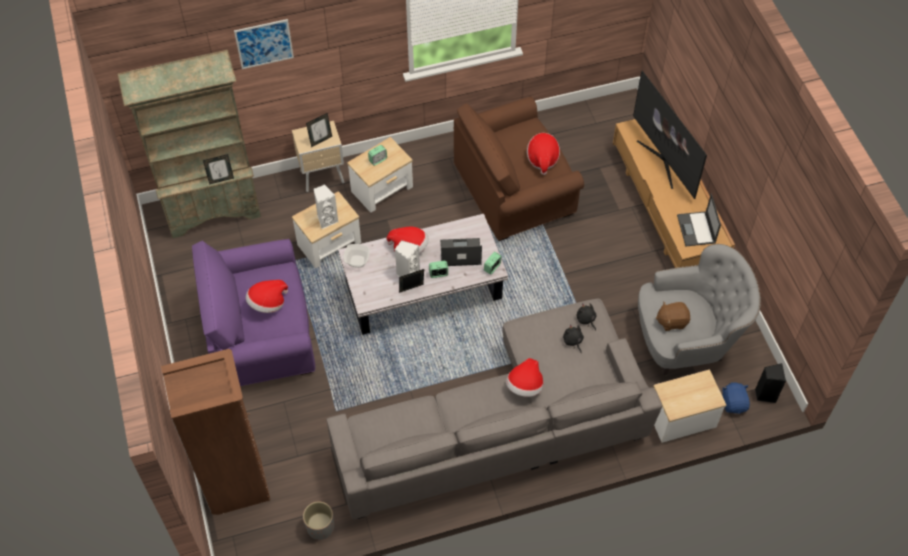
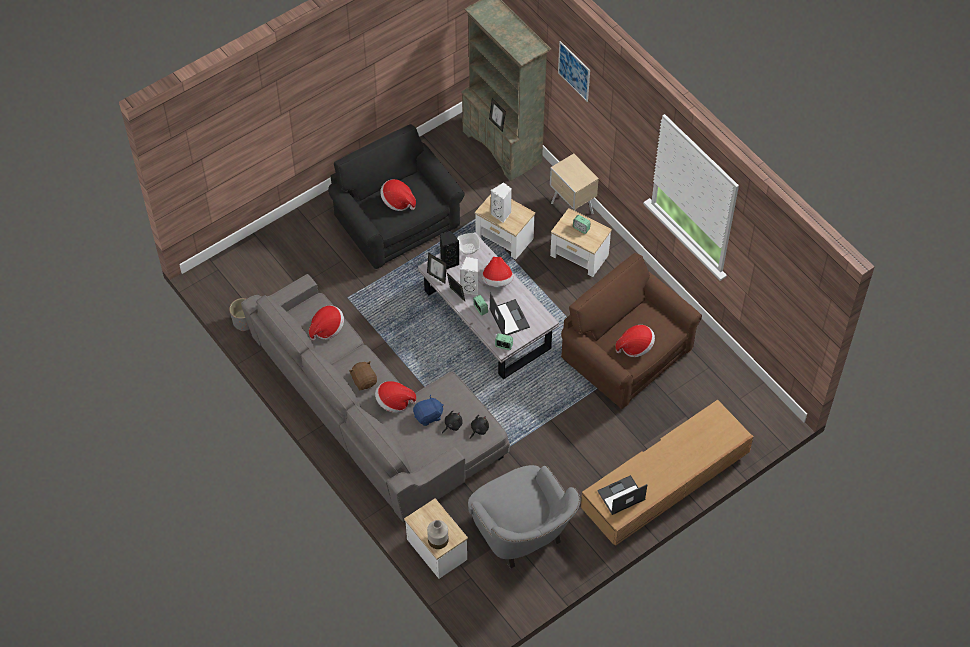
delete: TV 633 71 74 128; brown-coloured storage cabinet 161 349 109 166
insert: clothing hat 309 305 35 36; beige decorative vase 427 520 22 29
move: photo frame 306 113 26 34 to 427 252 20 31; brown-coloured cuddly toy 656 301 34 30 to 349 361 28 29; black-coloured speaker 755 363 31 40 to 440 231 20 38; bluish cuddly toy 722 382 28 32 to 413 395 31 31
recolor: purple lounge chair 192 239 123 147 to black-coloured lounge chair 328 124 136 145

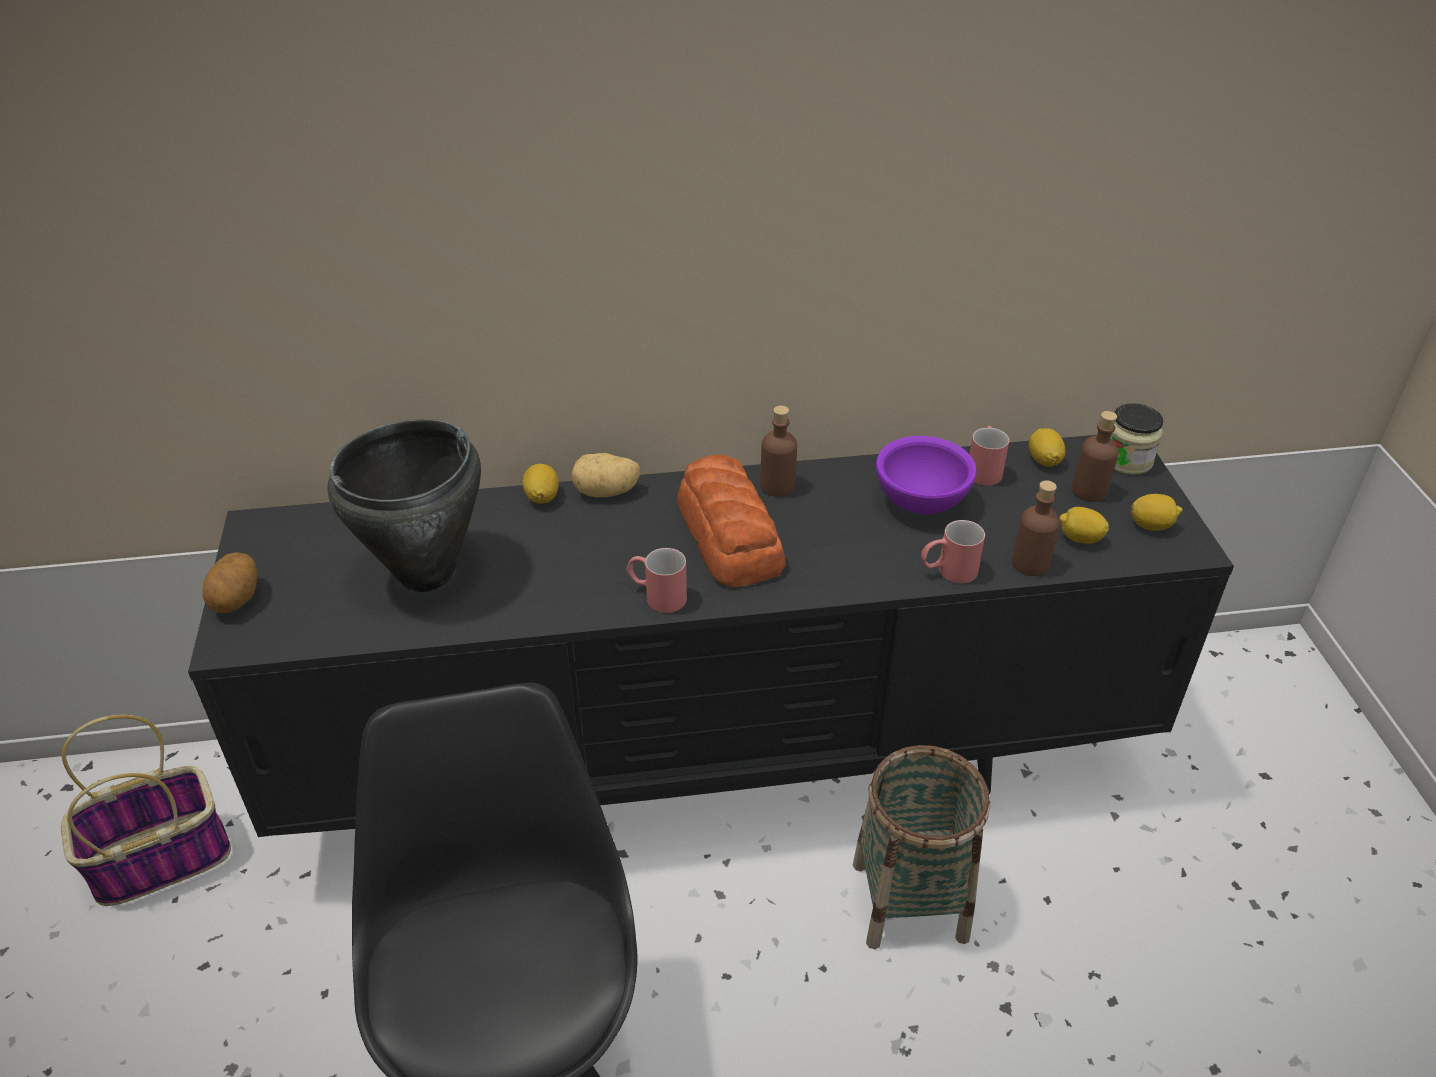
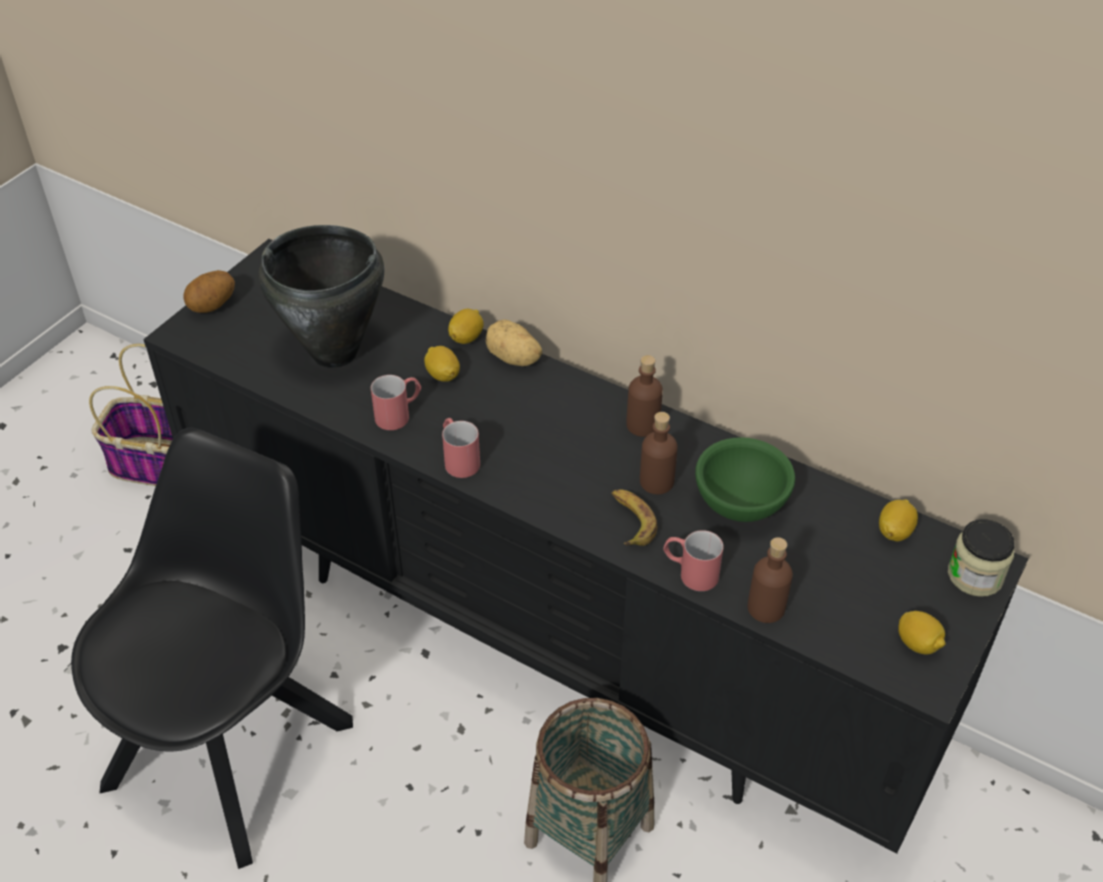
delete: bread 677 455 109 132
insert: banana fruit 611 489 46 57
move: brown-coloured beverage bottle 1072 411 47 91 to 640 412 38 82; red-coloured mug 970 426 39 60 to 371 375 50 55; lemon 1059 507 50 37 to 424 346 36 36
recolor: purple bowl 876 436 101 78 to green-coloured bowl 695 437 100 85

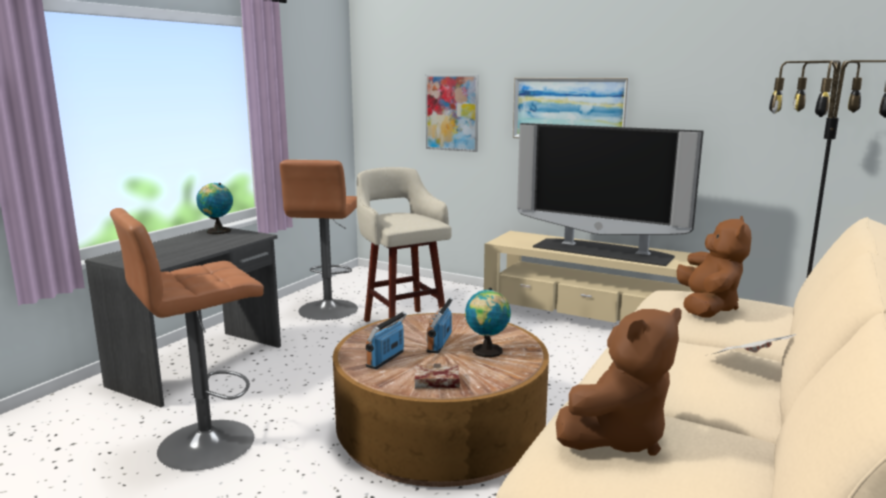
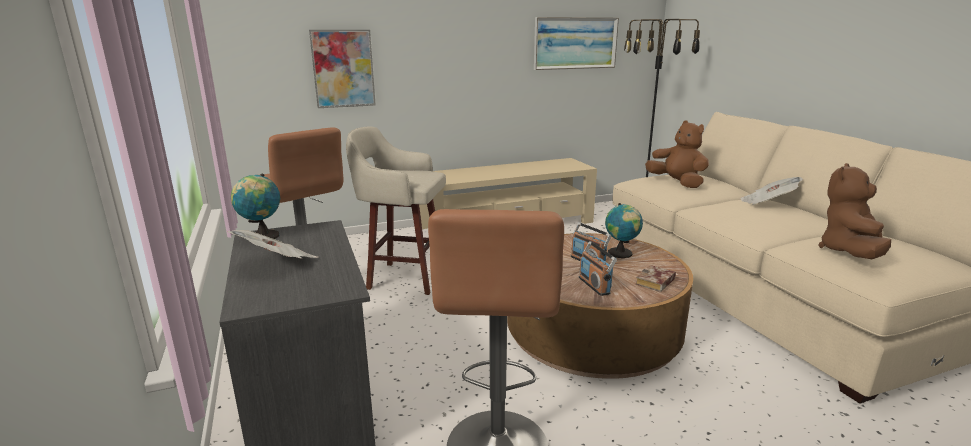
delete: TV 517 123 187 143
insert: daily paper 227 230 91 29
move: wall art 513 77 117 61 to 534 17 85 53
rotate: brown-coloured cuddly toy 556 308 126 148 = 819 163 72 96 150 degrees counterclockwise

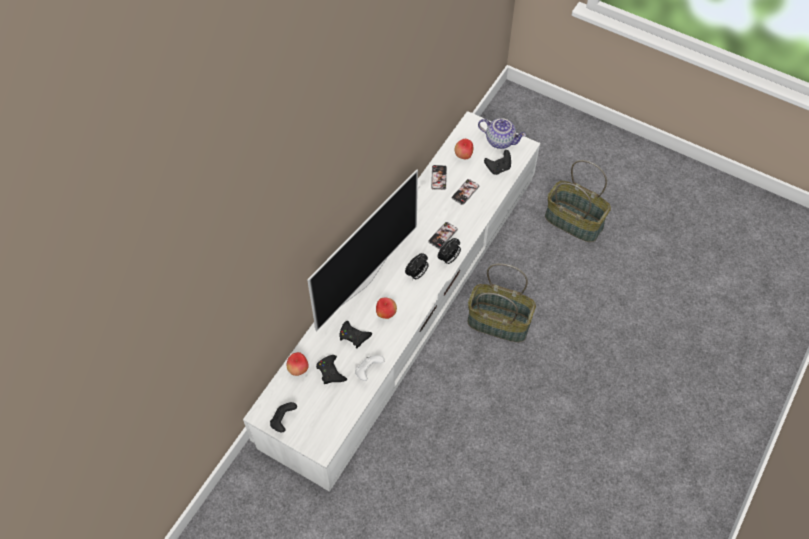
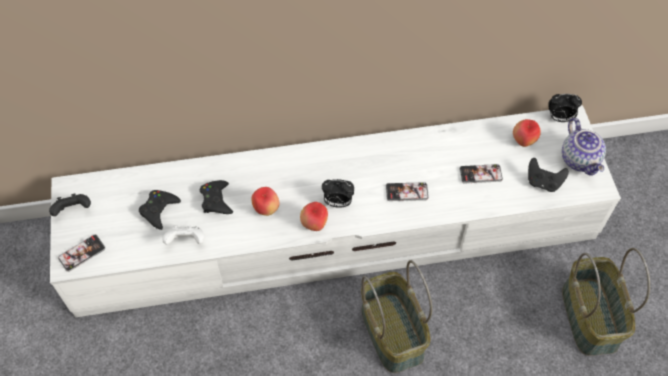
delete: TV 307 169 111 162
move: phone 431 165 16 25 to 58 235 48 37; table clock 438 238 23 27 to 548 94 34 28; apple 287 352 22 24 to 300 202 28 29

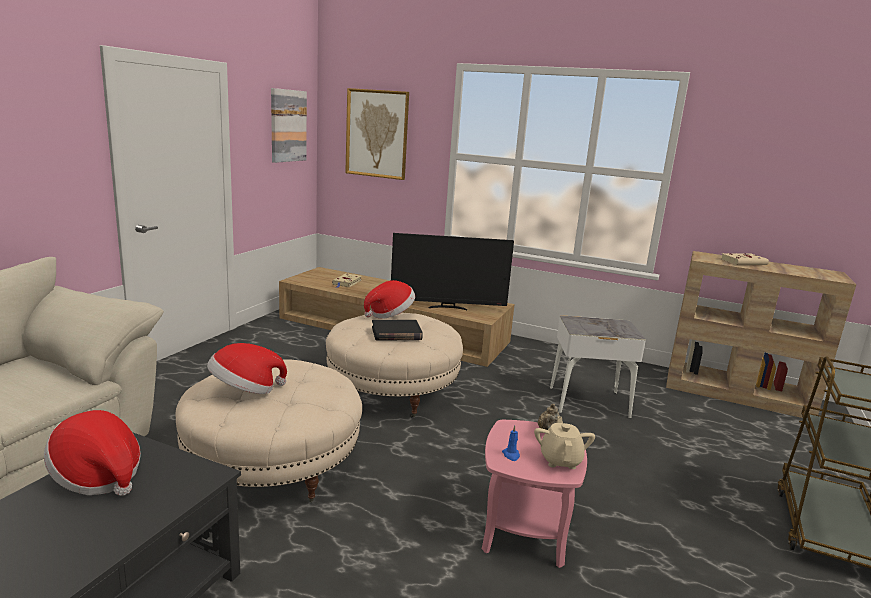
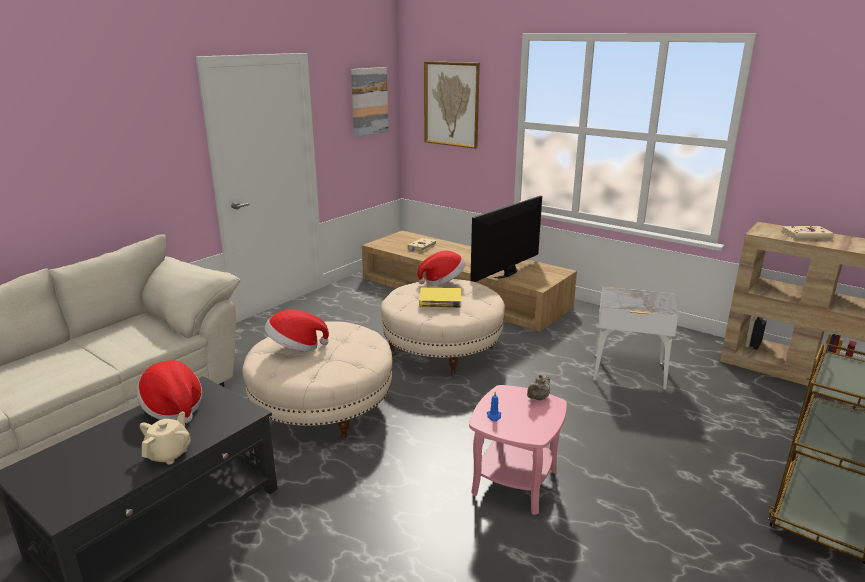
move: beige pot for tea 534 416 61 53 to 140 412 50 52
recolor: black-coloured volume 372 320 51 21 to yellow-coloured volume 419 288 42 20
rotate: TV 391 233 123 77 = 470 196 72 86 120 degrees clockwise

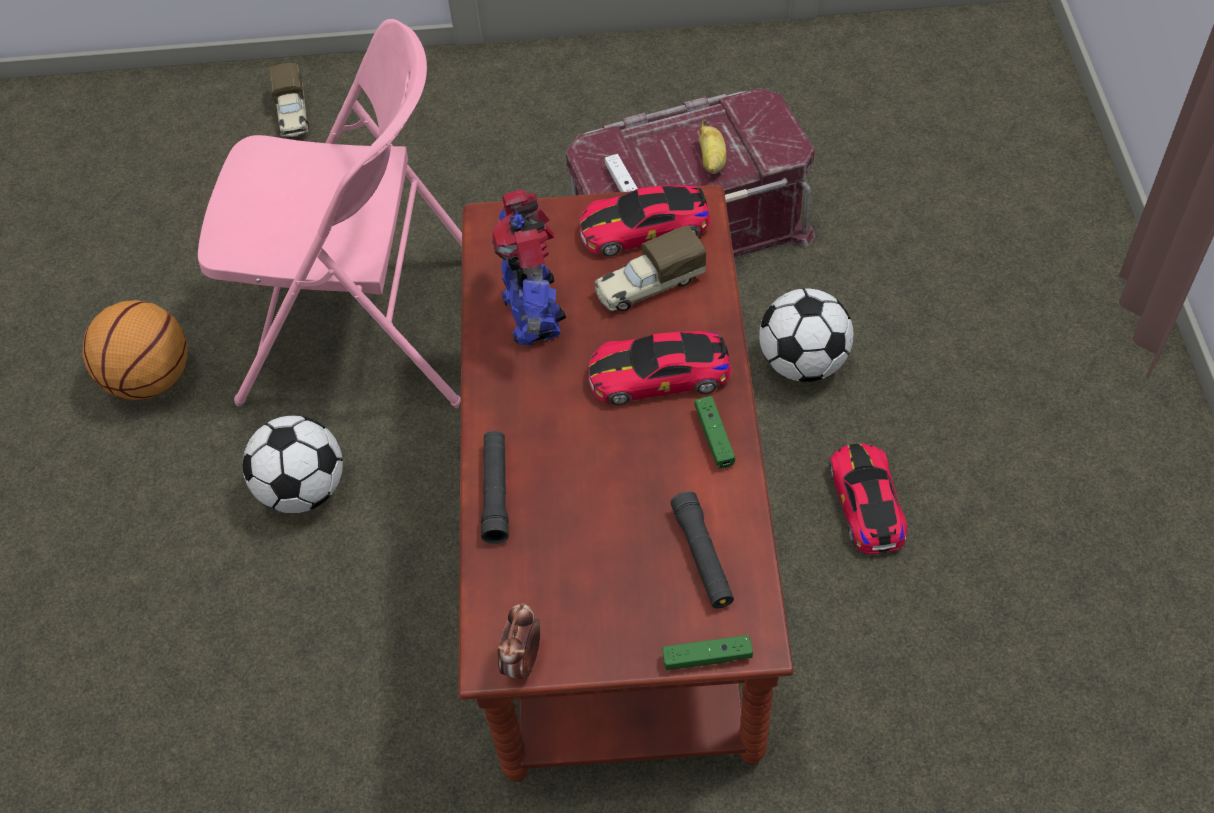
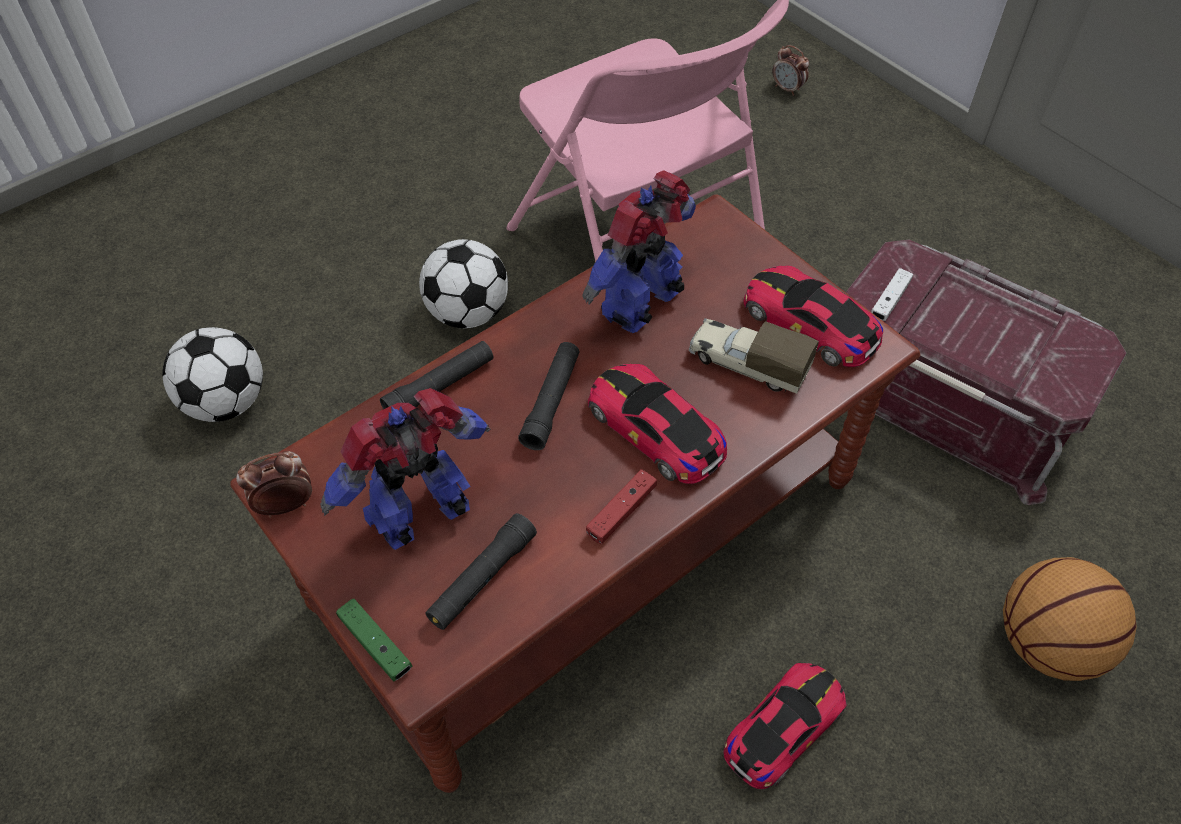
delete: banana fruit 699 120 27 54
insert: black-coloured hand torch 518 342 62 108; toy robot 320 388 171 162
move: ball for football 759 288 95 94 to 162 327 101 95; basketball ball 82 300 105 100 to 1003 557 134 124
replace: toy lorry 269 63 40 74 to table clock 773 45 36 51
recolor: green-coloured gamepad 695 396 40 72 to red-coloured gamepad 586 469 71 75

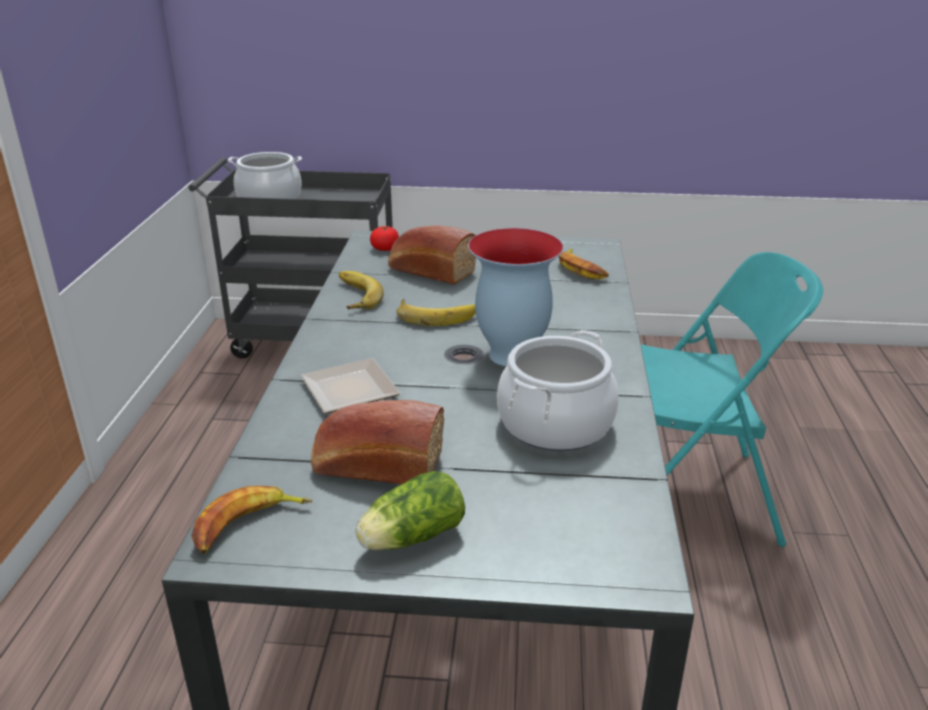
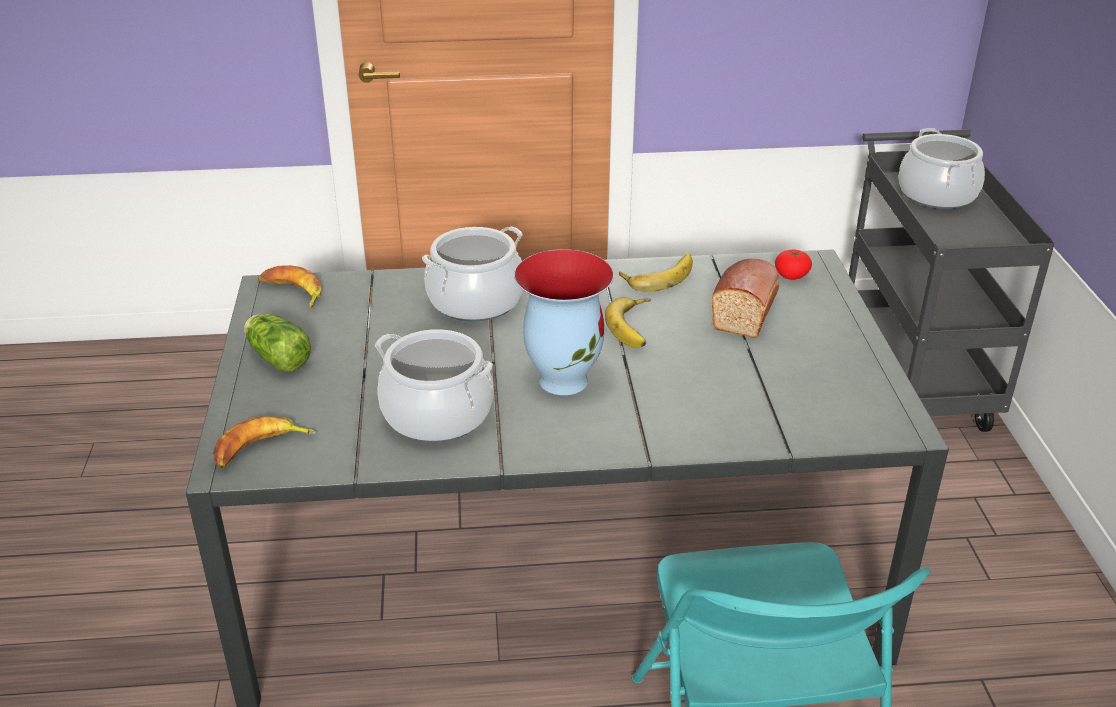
delete: bread 311 400 133 84
move: banana fruit 559 248 50 31 to 212 416 104 53
replace: plate 300 358 101 56 to stockpot 422 226 101 95

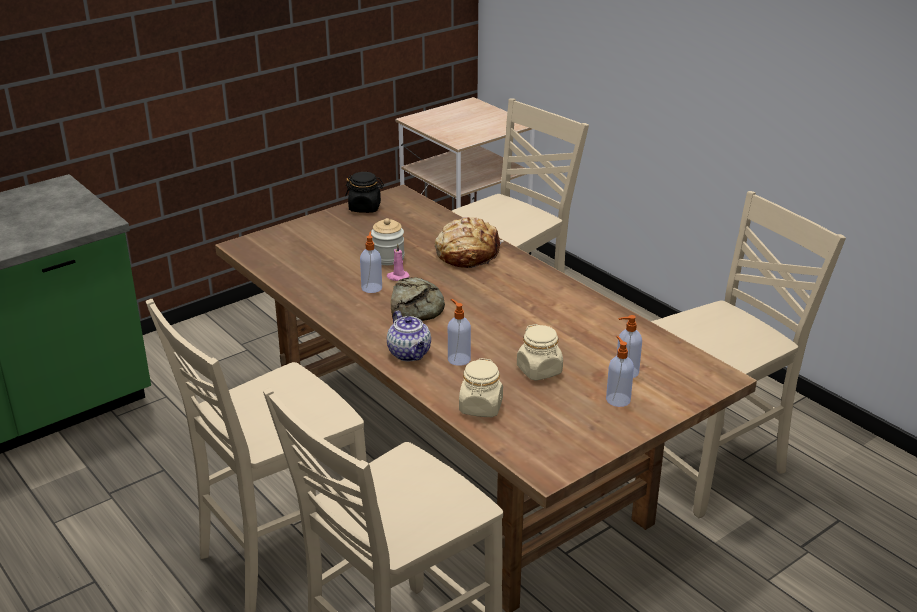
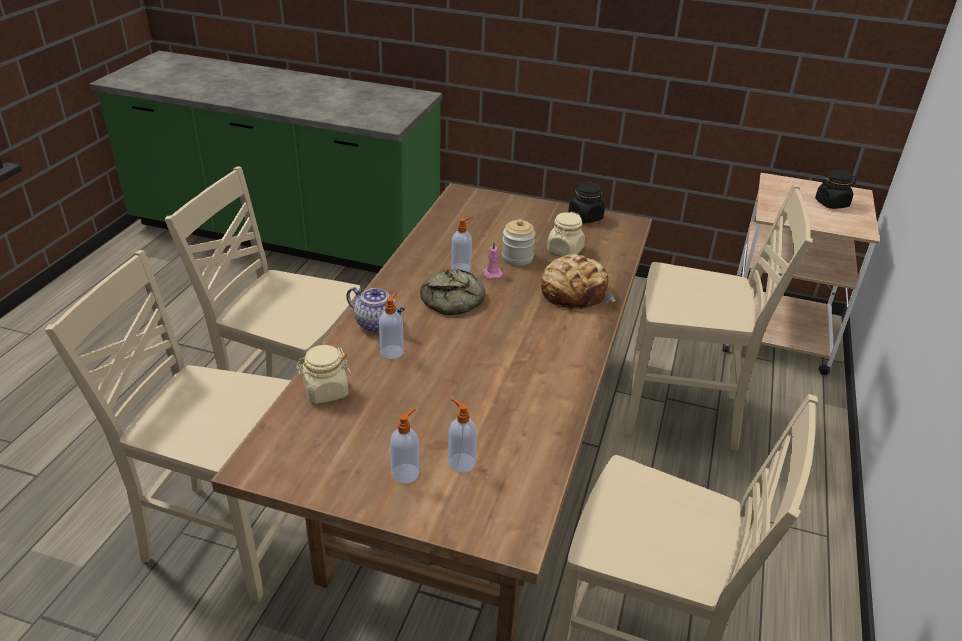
insert: black-coloured jar 815 169 41 40
move: beige jar 517 324 46 57 to 547 212 38 44
rotate: pot for tea 387 311 44 50 = 346 287 59 45 90 degrees counterclockwise

